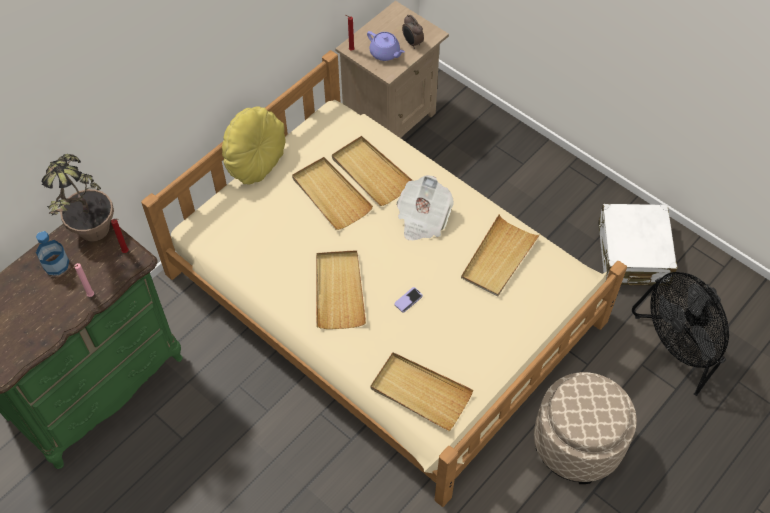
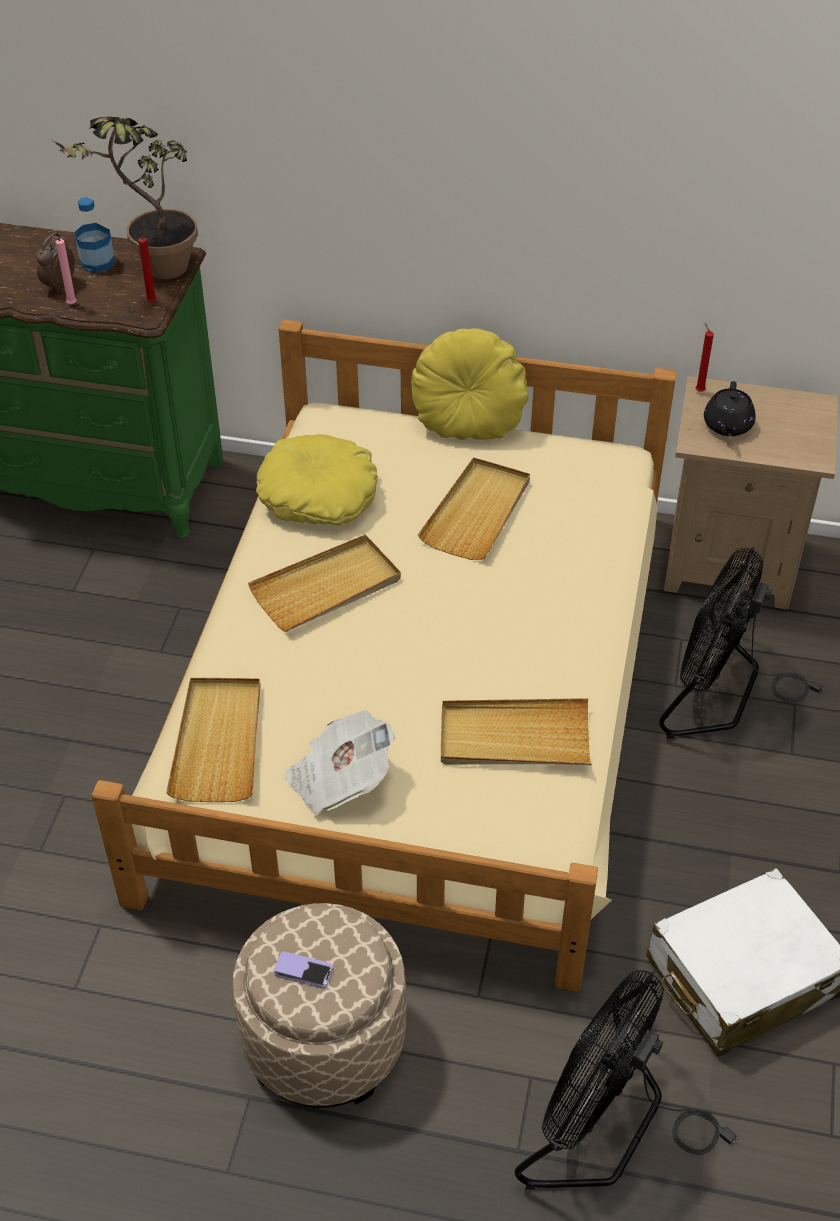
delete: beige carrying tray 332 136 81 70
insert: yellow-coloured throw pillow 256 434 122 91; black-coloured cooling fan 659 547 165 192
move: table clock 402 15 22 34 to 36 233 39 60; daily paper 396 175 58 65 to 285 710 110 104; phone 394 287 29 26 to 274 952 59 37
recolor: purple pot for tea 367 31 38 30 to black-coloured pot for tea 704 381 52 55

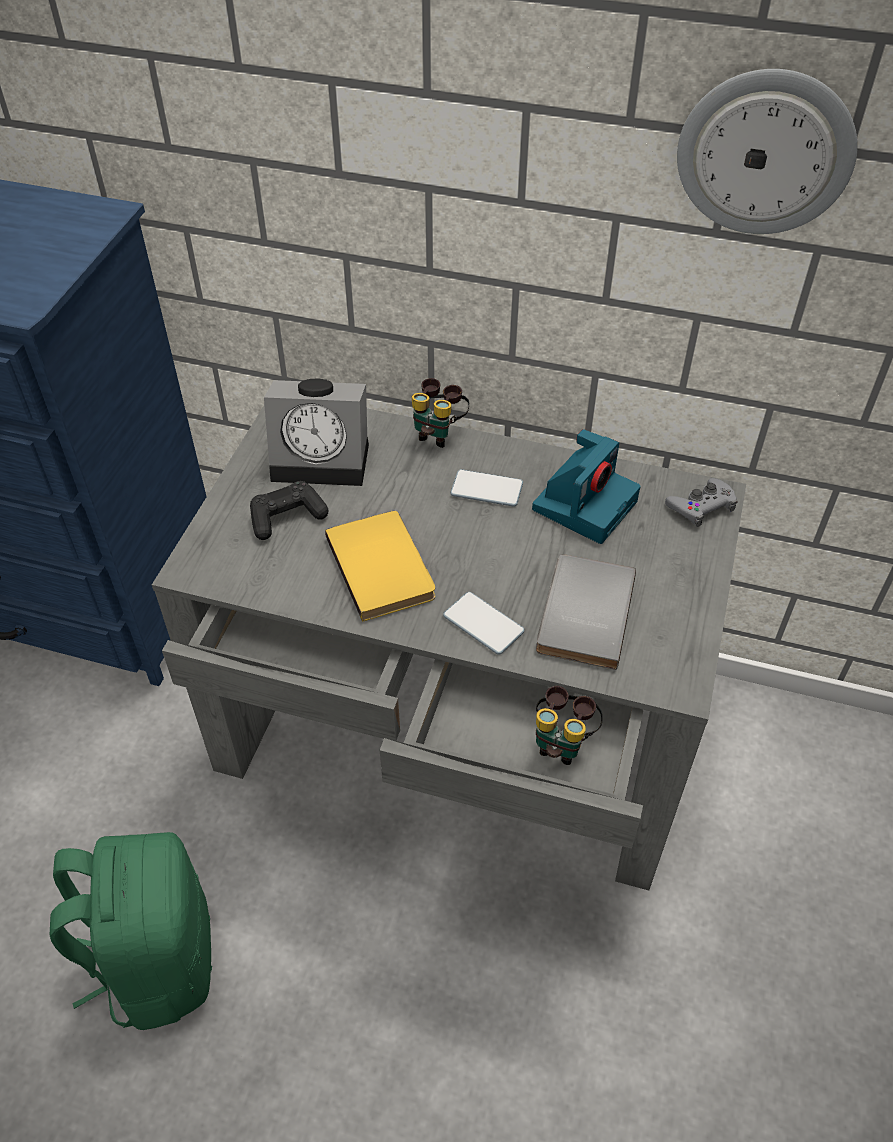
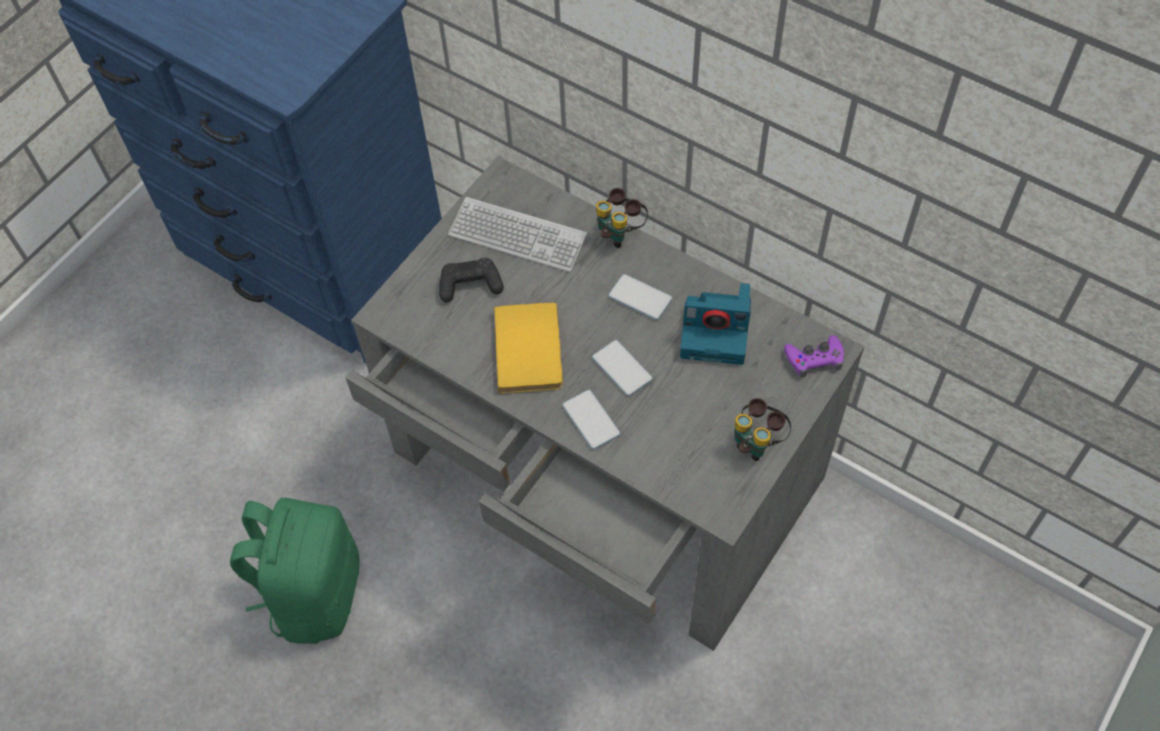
delete: hanging clock 677 69 181 165; grey volume 536 554 100 116
insert: phone 592 340 61 56
move: pair of binoculars 536 686 67 79 to 734 398 57 63
replace: table clock 264 378 105 108 to computer keyboard 448 197 139 75
recolor: grey gamepad 665 478 73 49 to purple gamepad 784 335 60 43
rotate: still camera 532 429 109 115 = 680 283 71 82 45 degrees clockwise

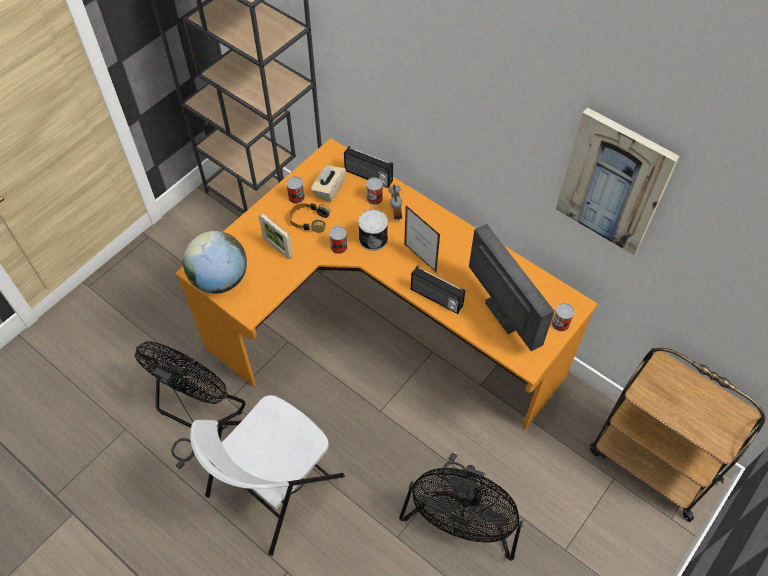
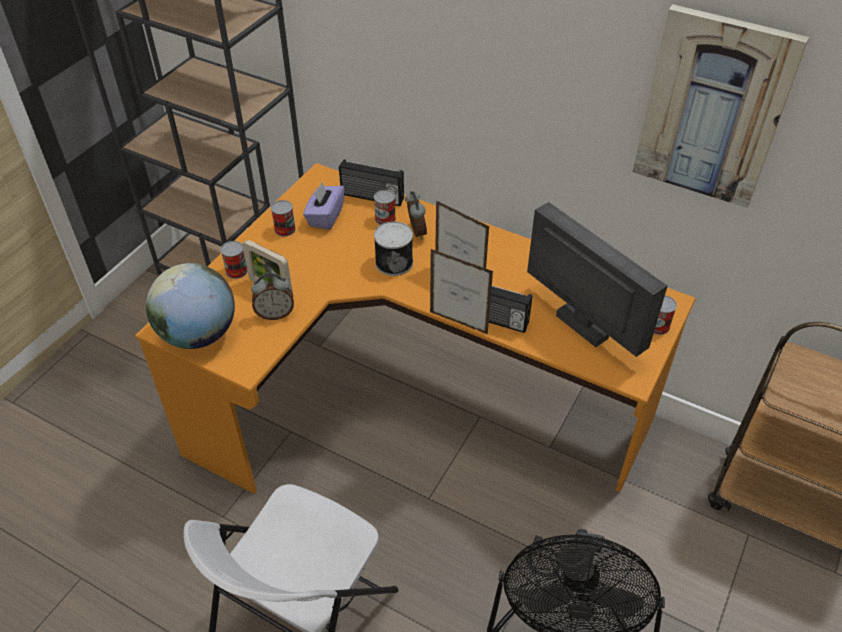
delete: headset 289 203 42 30; black-coloured cooling fan 134 341 111 129
insert: photo frame 430 249 63 85; table clock 251 273 43 47
move: sealed can 329 226 18 28 to 220 241 28 38
recolor: beige tissue box 311 165 35 37 to purple tissue box 303 182 42 48

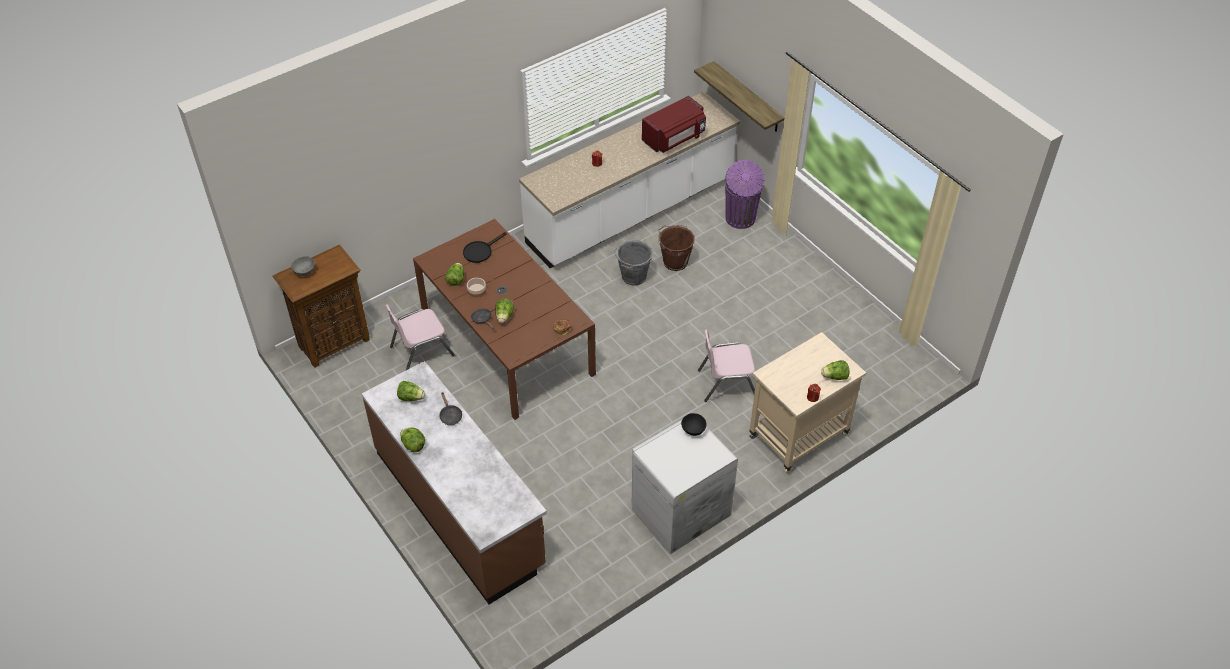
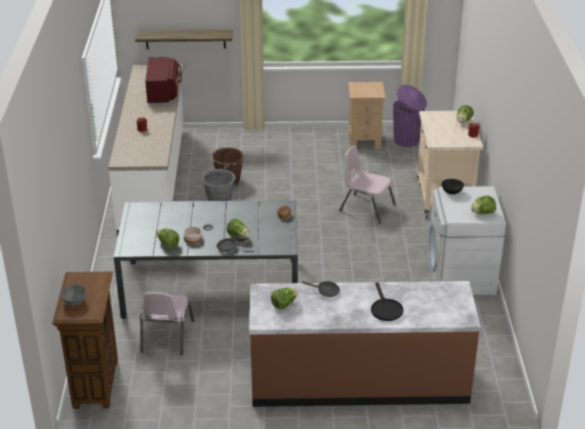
insert: beige night table 348 82 38 67
move: purple waste bin 725 160 40 69 to 393 84 34 63; black-coloured skillet 463 232 43 31 to 371 282 32 39; lettuce head 400 427 25 25 to 471 196 25 18
recolor: brown-coloured kitchen table 413 219 183 201 to grey kitchen table 114 200 184 119
rotate: pink plain chair 698 329 57 73 = 339 145 57 79 90 degrees clockwise

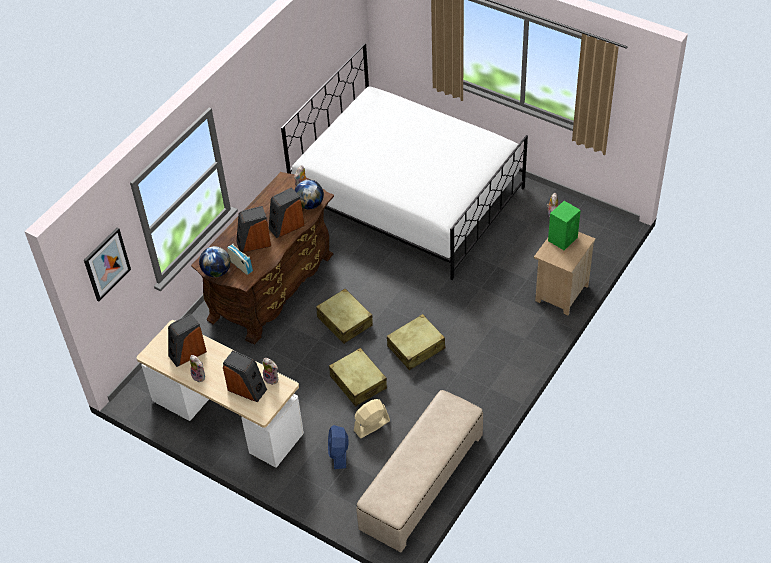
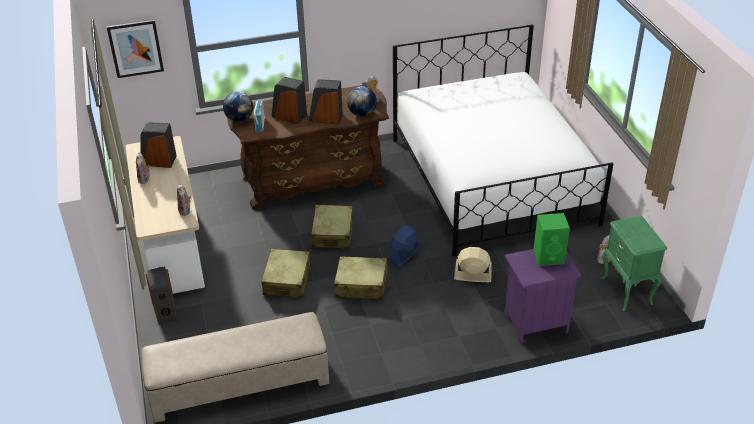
insert: green-coloured night table 601 216 66 95
move: speaker 223 350 44 52 to 146 266 31 59; beige cooling fan 354 399 36 39 to 454 247 38 35; bluish cooling fan 328 425 21 44 to 389 225 31 42
recolor: beige night table 534 232 61 83 to purple night table 505 249 76 95

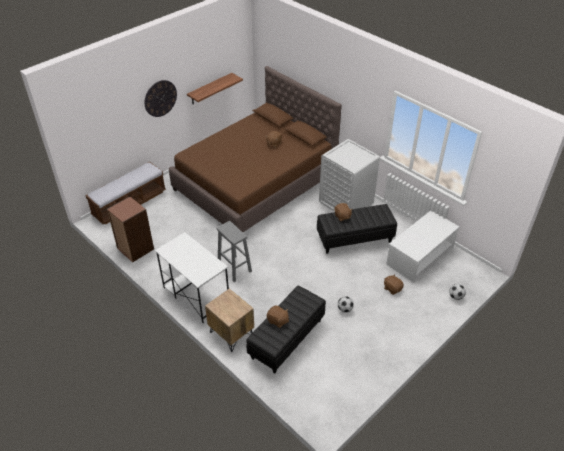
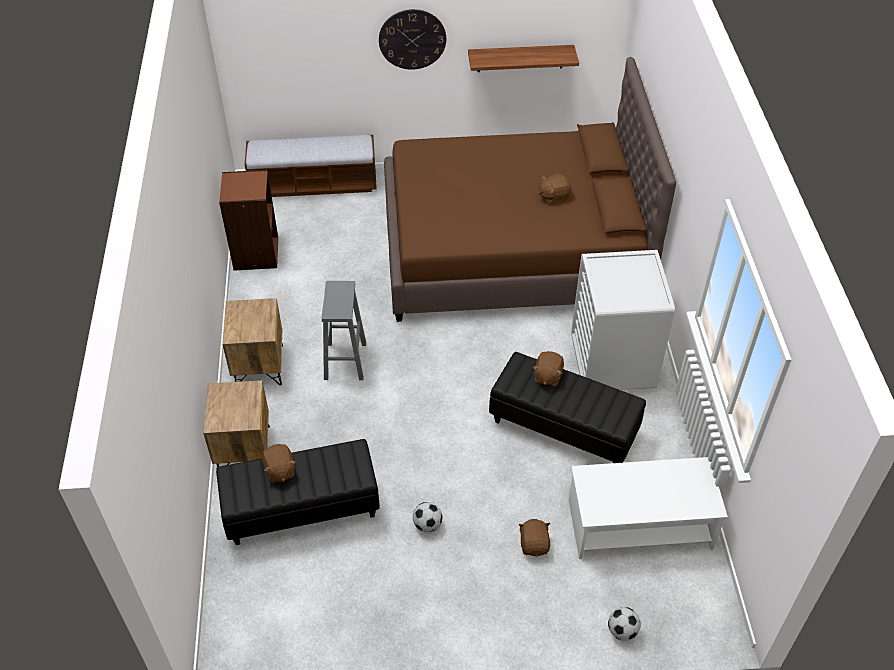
replace: white-coloured desk unit 155 232 74 91 to brown-coloured night table 222 298 61 87

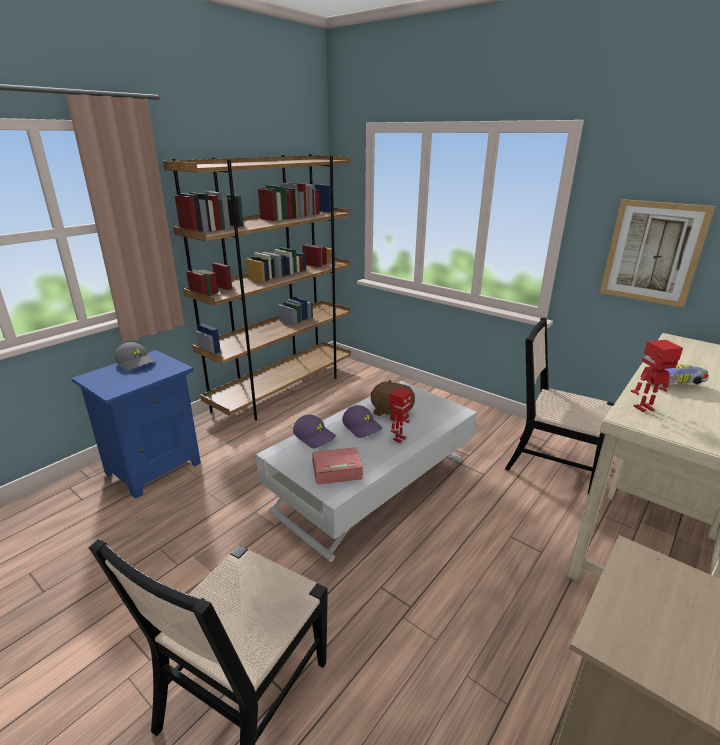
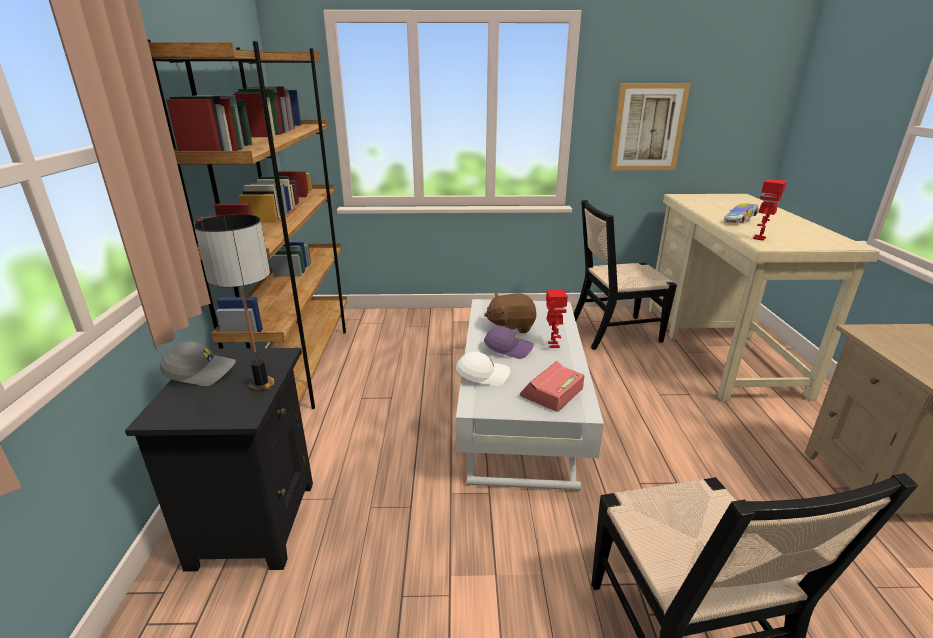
insert: tabletop lamp 194 214 80 177
recolor: bluish night table 71 350 130 149 to black-coloured night table 125 348 188 224; purple baseball cap 293 415 43 34 to white-coloured baseball cap 456 352 54 34

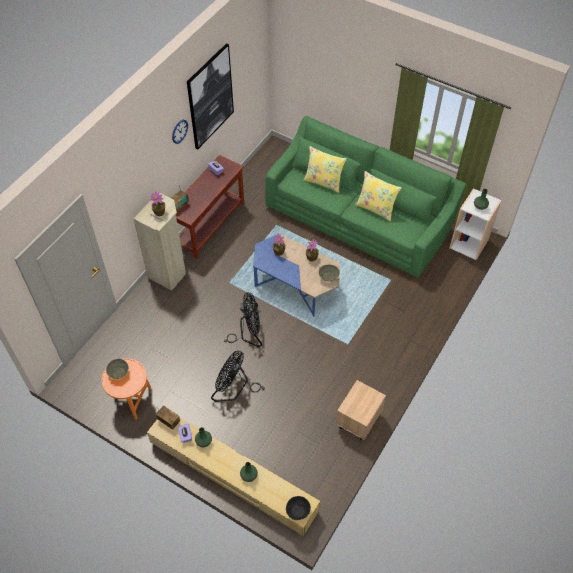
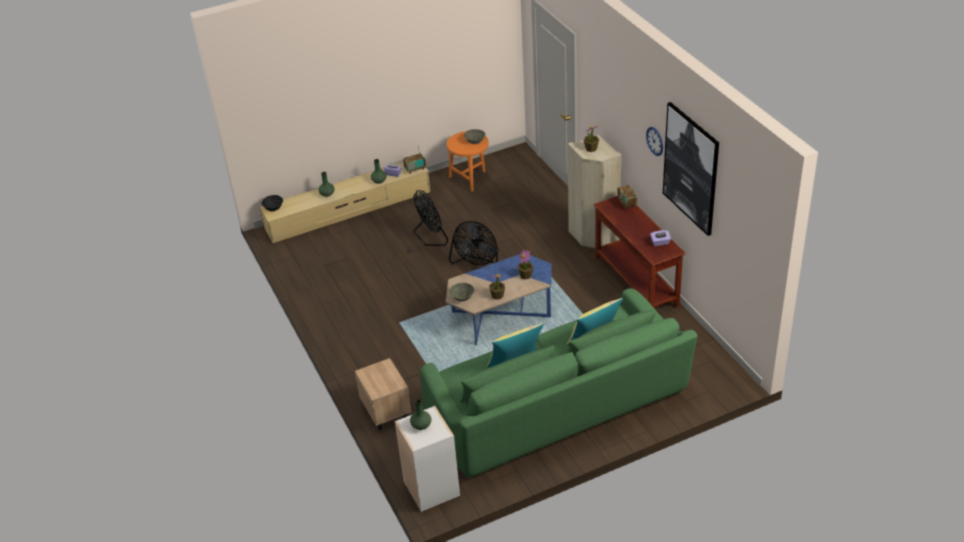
move: beige night table 336 380 50 61 to 355 358 56 73

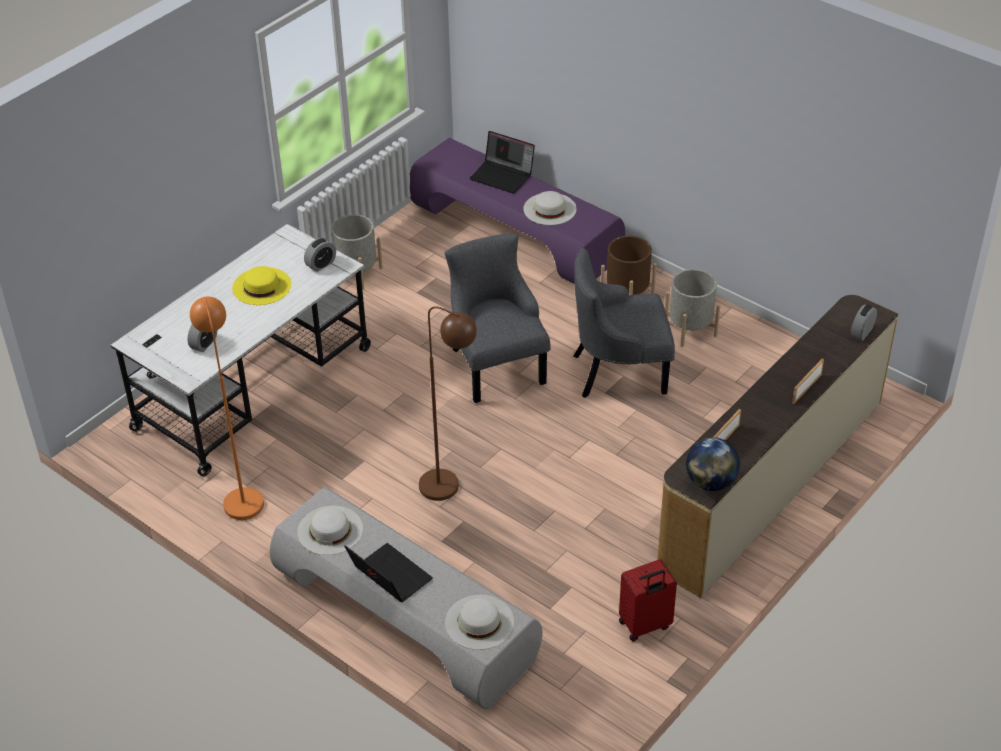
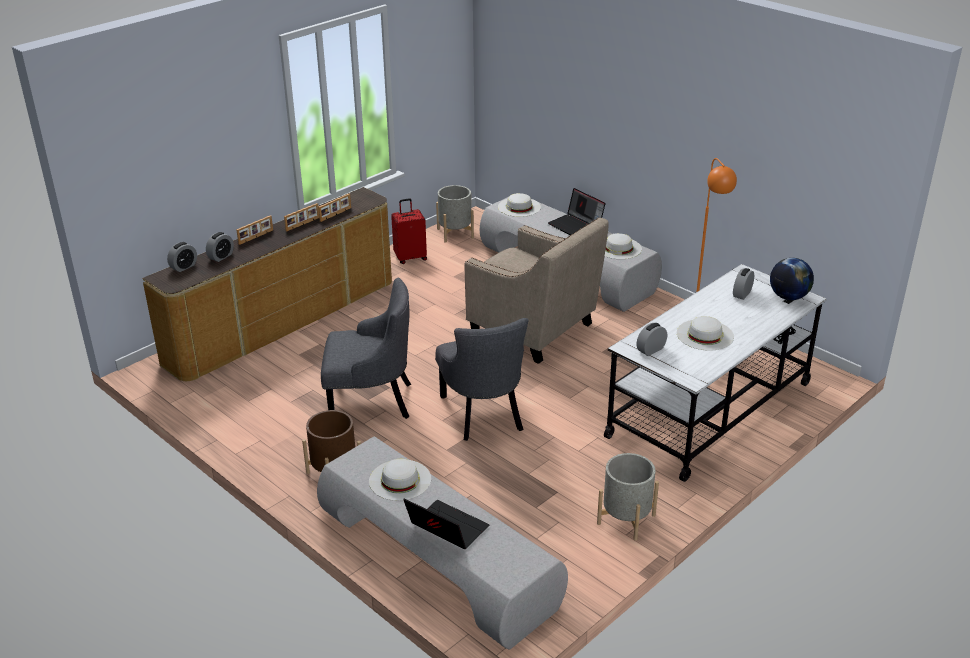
insert: photo frame 284 203 35 28; table clock 206 232 28 30
move: grey planter 665 269 55 78 to 436 185 38 58; desk globe 686 437 54 54 to 770 258 44 42
replace: brown-coloured standing lamp 419 306 58 195 to beige lounge chair 464 218 145 146
recolor: purple long seat 410 138 215 146 to grey long seat 317 437 251 213; yellow-coloured clothing hat 232 266 59 39 to white-coloured clothing hat 677 316 57 35

